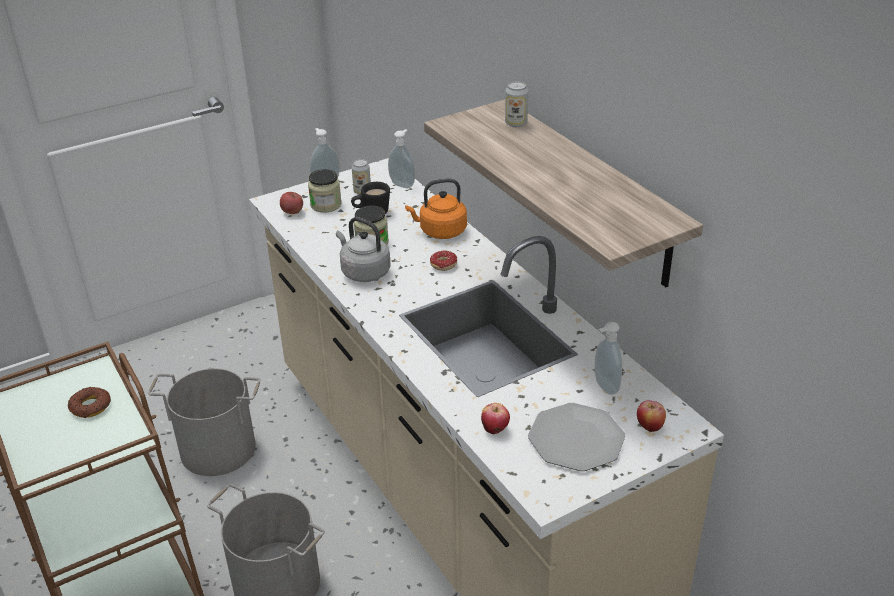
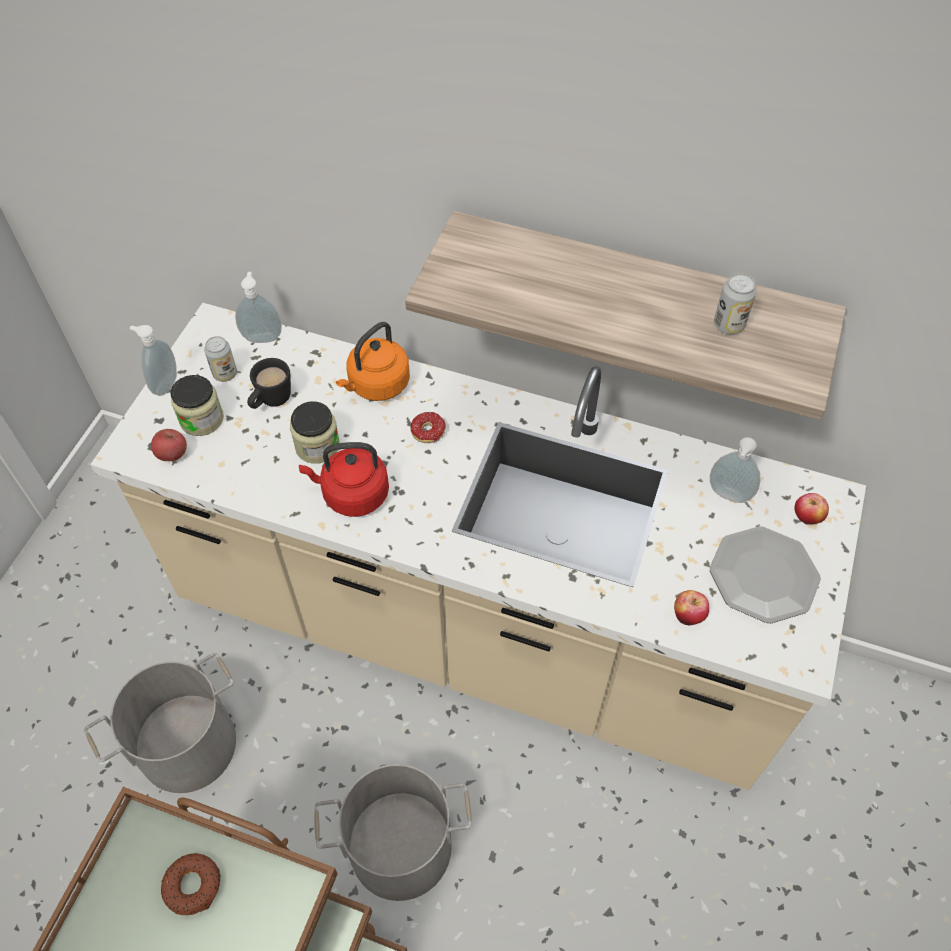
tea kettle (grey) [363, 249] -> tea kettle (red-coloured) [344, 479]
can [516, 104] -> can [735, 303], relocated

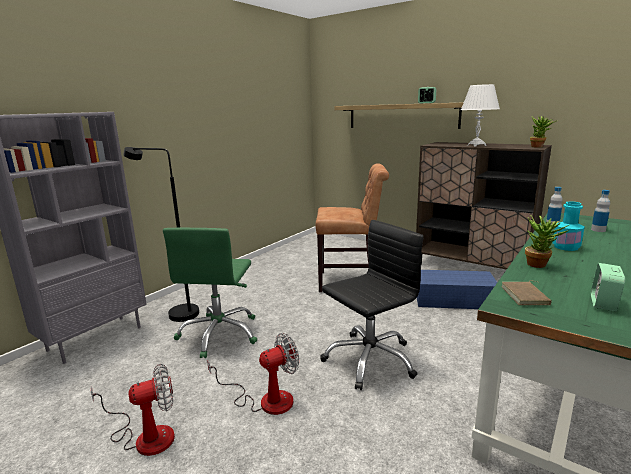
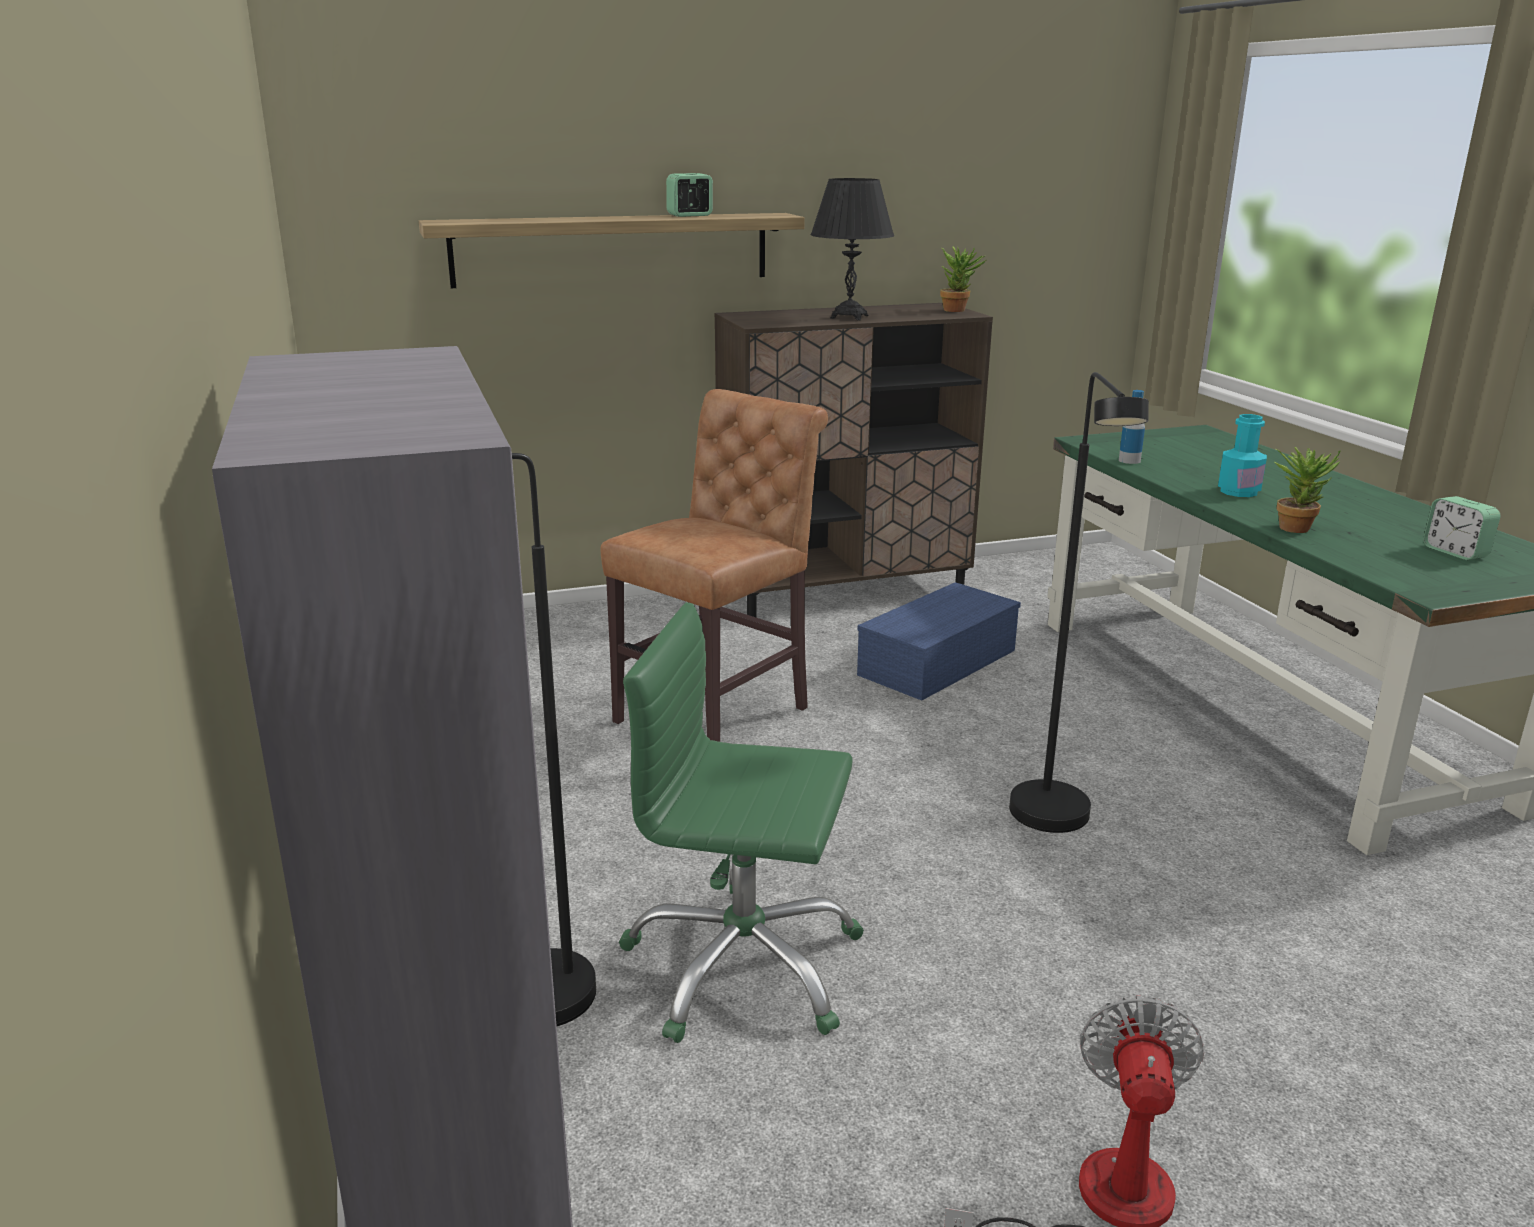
computer chair (greenish) [210, 293] -> computer chair (greenish) [741, 822], 150 degrees clockwise
lamp for a table (whitish) [480, 115] -> lamp for a table (black-coloured) [852, 249]
computer chair (black-coloured) [372, 305] -> standing lamp (black-coloured) [1079, 602]
cooling fan [253, 374] -> none
volume (brown) [526, 293] -> none
bottle [600, 211] -> none

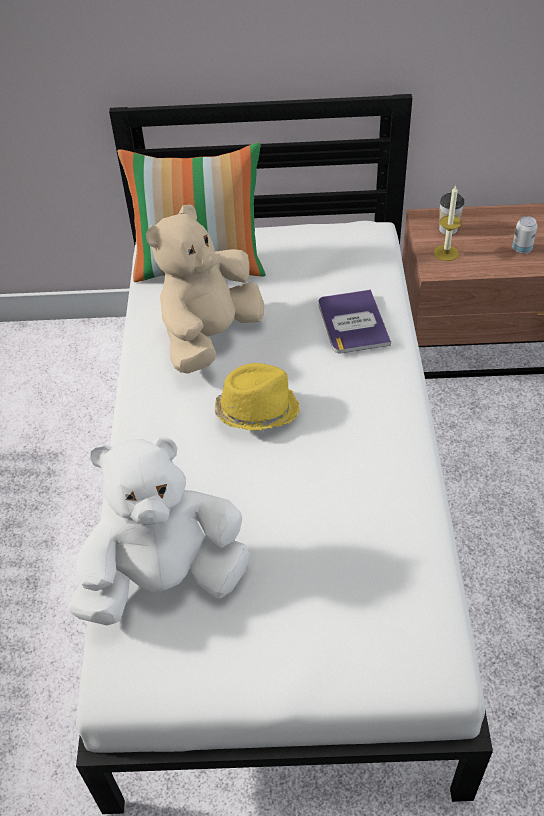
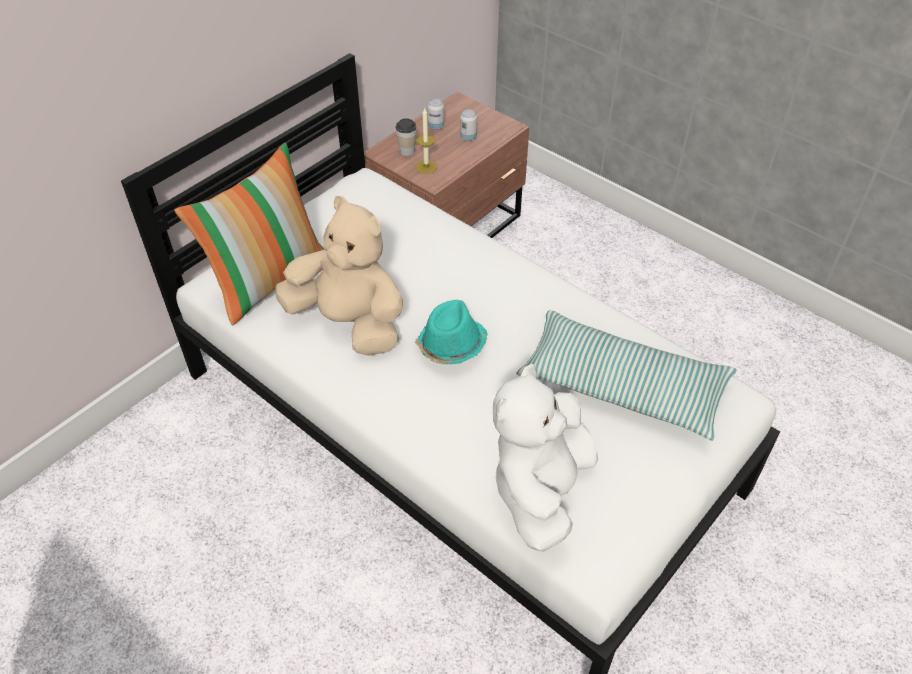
cuddly toy (beige-coloured) [205, 289] -> cuddly toy (beige-coloured) [339, 276], 135 degrees clockwise
hat (yellow-coloured) [257, 397] -> hat (turquoise-coloured) [451, 332]
none -> can [435, 114]
none -> throw pillow [626, 375]
volume [355, 321] -> none

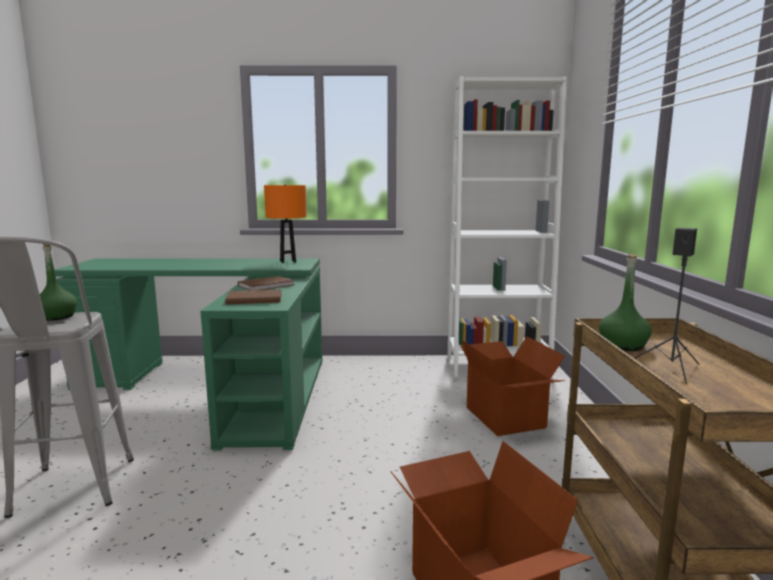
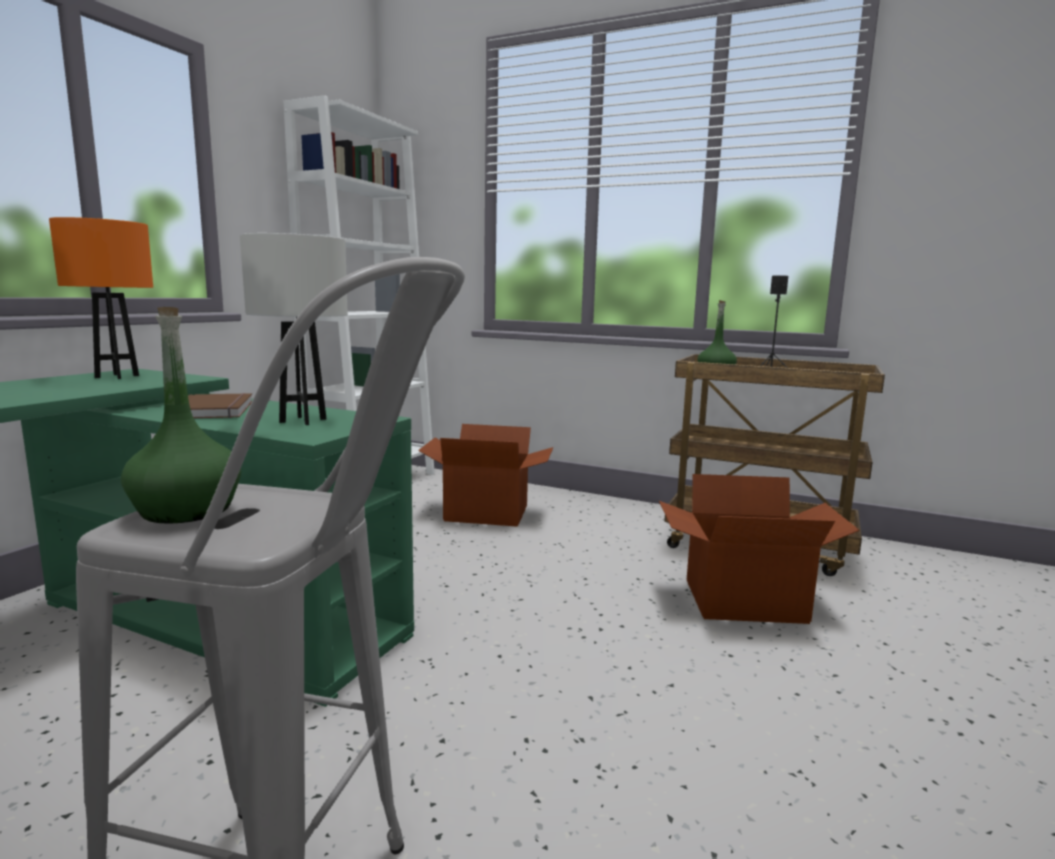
volume (brown) [253, 297] -> lamp for a table (whitish) [294, 329]

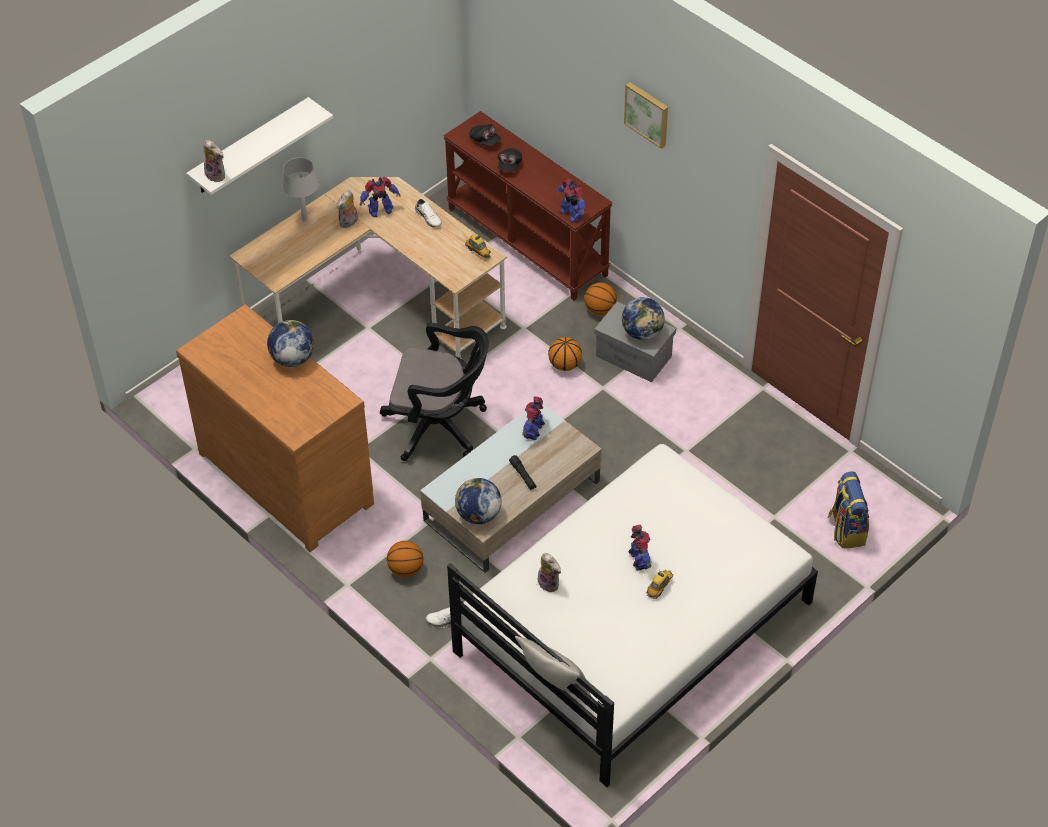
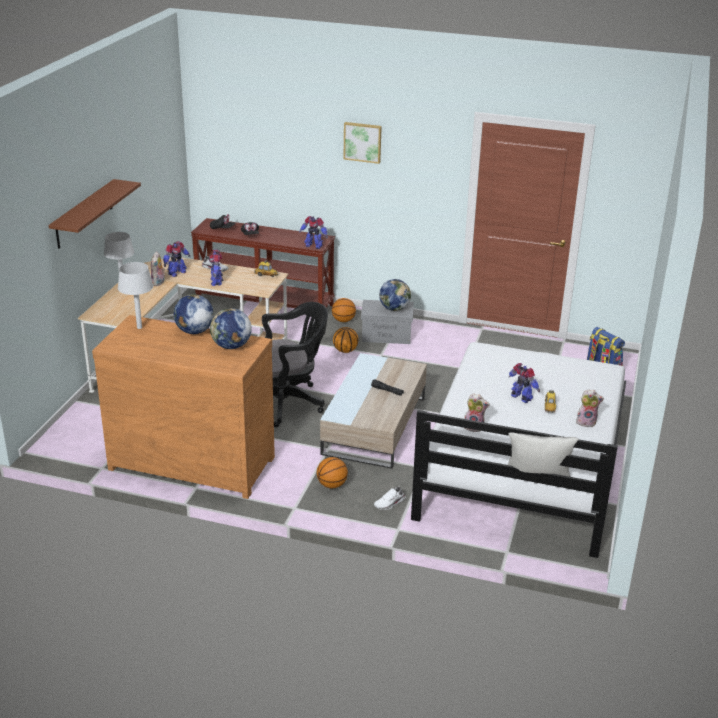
bracket shelf (whitish) [259, 146] -> bracket shelf (brown) [94, 214]
none -> lamp for a table (grey) [135, 295]
toy robot [533, 418] -> toy robot [216, 268], relocated
desk globe [478, 501] -> desk globe [231, 328], relocated
cuddly toy [214, 161] -> cuddly toy [590, 408], relocated

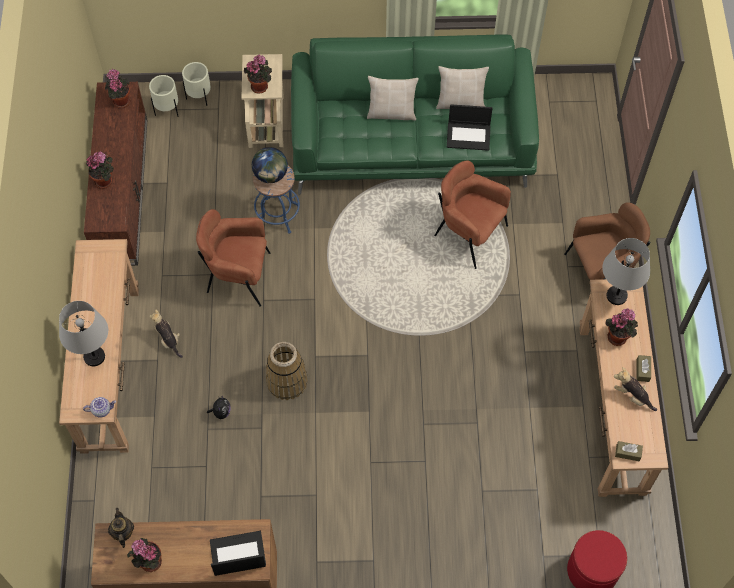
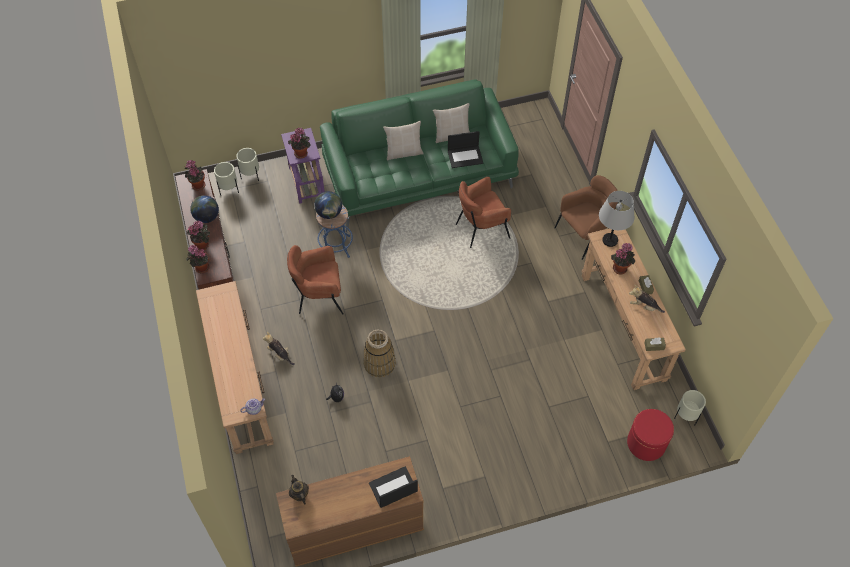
houseplant [144, 555] -> houseplant [198, 259], relocated
none -> desk globe [204, 209]
accent table (beige-coloured) [263, 101] -> accent table (purplish) [303, 166]
armchair (brown) [472, 215] -> armchair (brown) [483, 212], 45 degrees counterclockwise
none -> planter (beige-coloured) [690, 407]
lamp for a table (grey) [83, 333] -> none

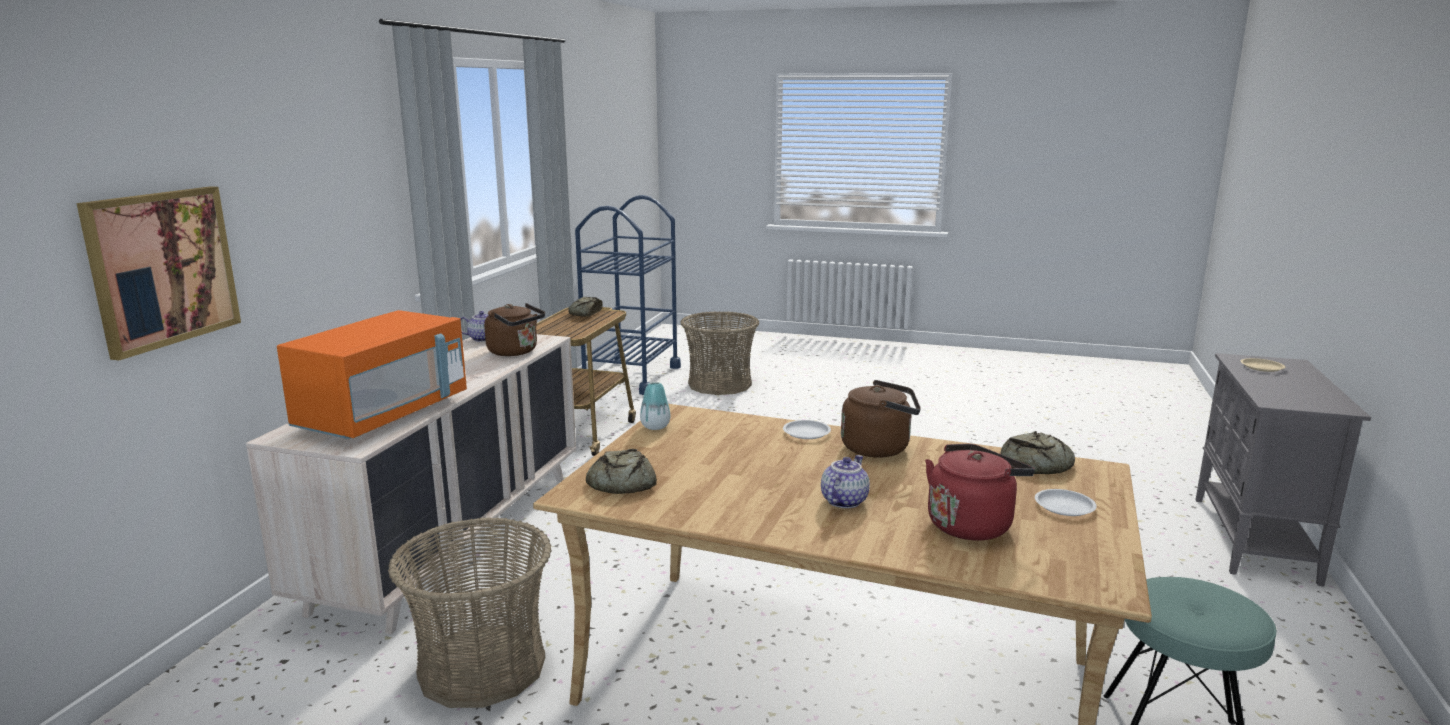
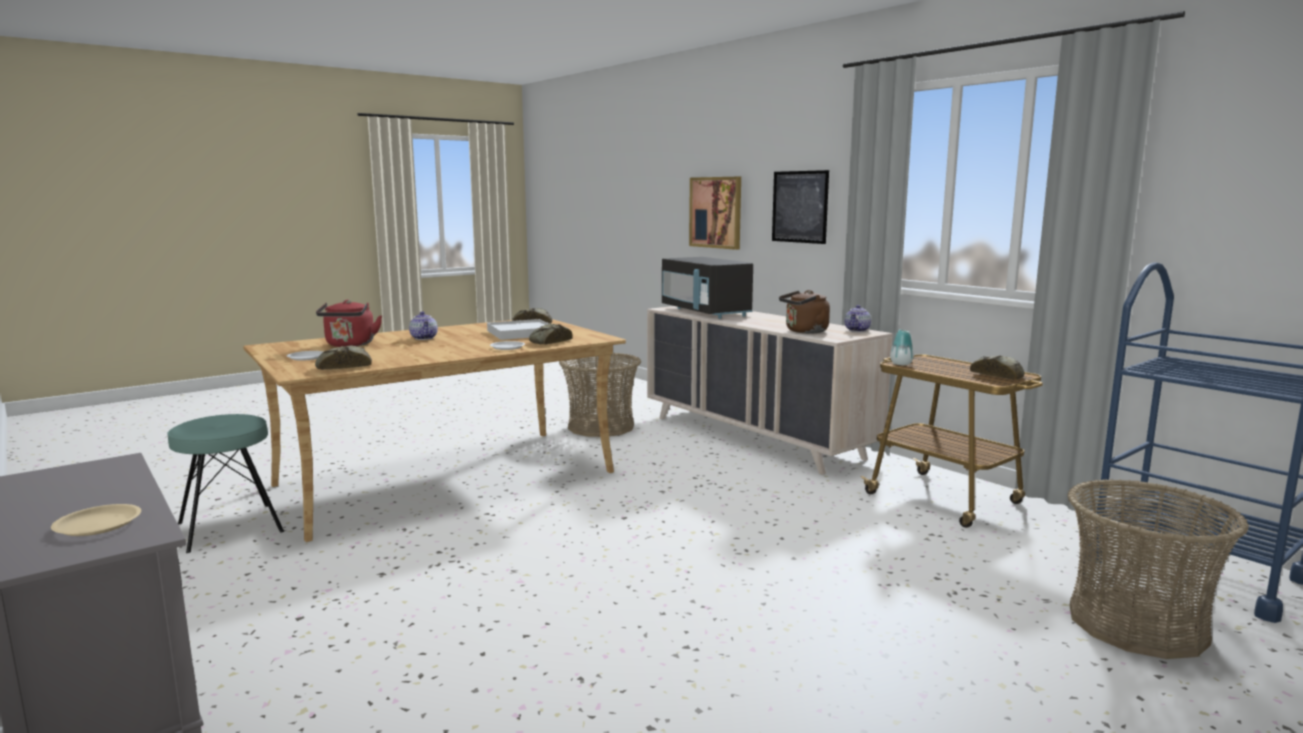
none -> carrying tray (whitish) [518, 329]
none -> baked bread [551, 334]
microwave (orange) [372, 374] -> microwave (black-coloured) [707, 288]
none -> picture [800, 207]
vase [655, 406] -> vase [902, 347], relocated
tea kettle (brown) [881, 419] -> none

